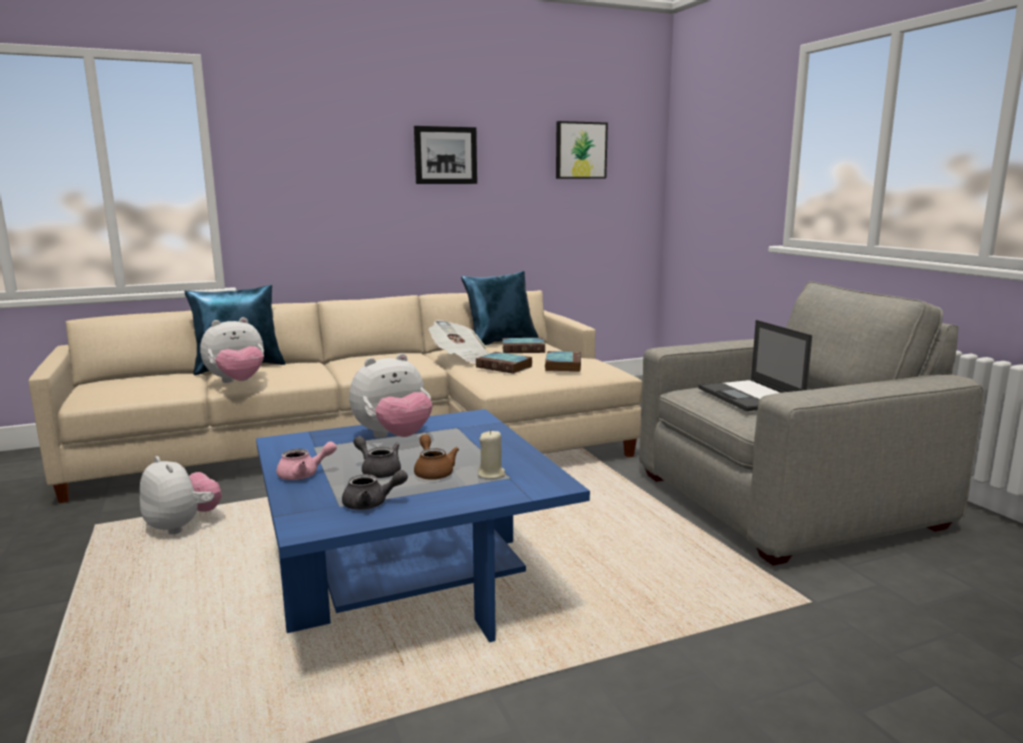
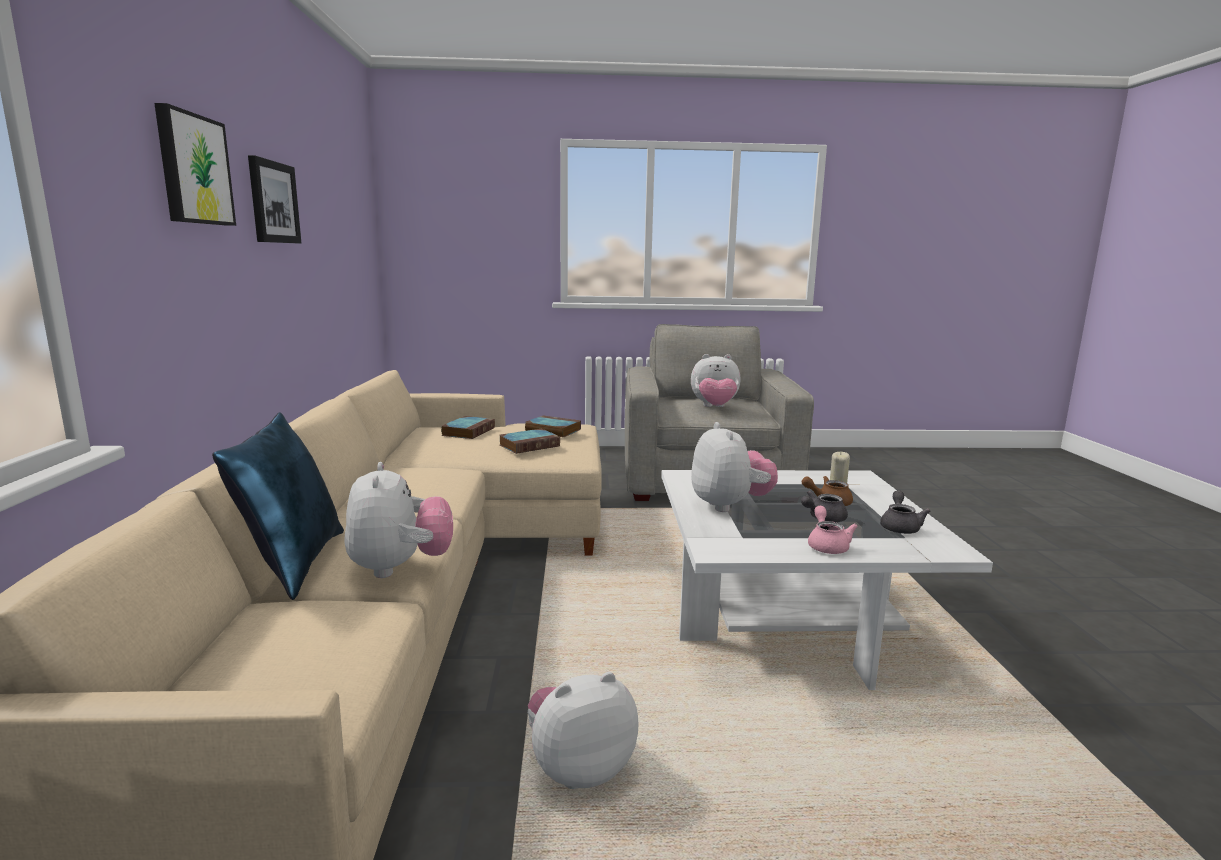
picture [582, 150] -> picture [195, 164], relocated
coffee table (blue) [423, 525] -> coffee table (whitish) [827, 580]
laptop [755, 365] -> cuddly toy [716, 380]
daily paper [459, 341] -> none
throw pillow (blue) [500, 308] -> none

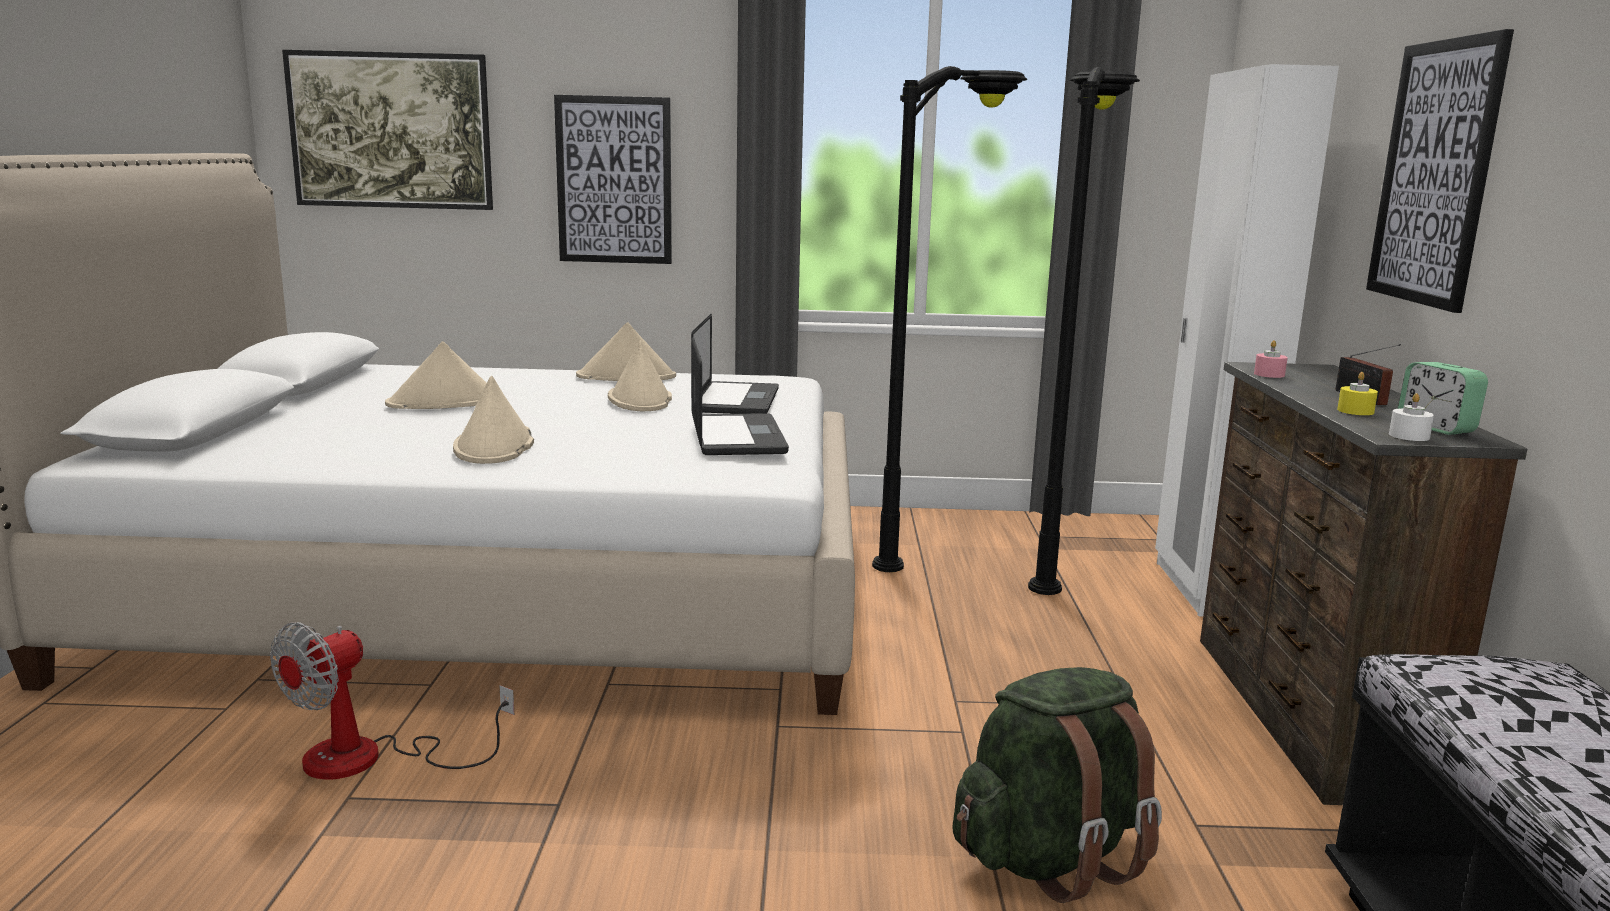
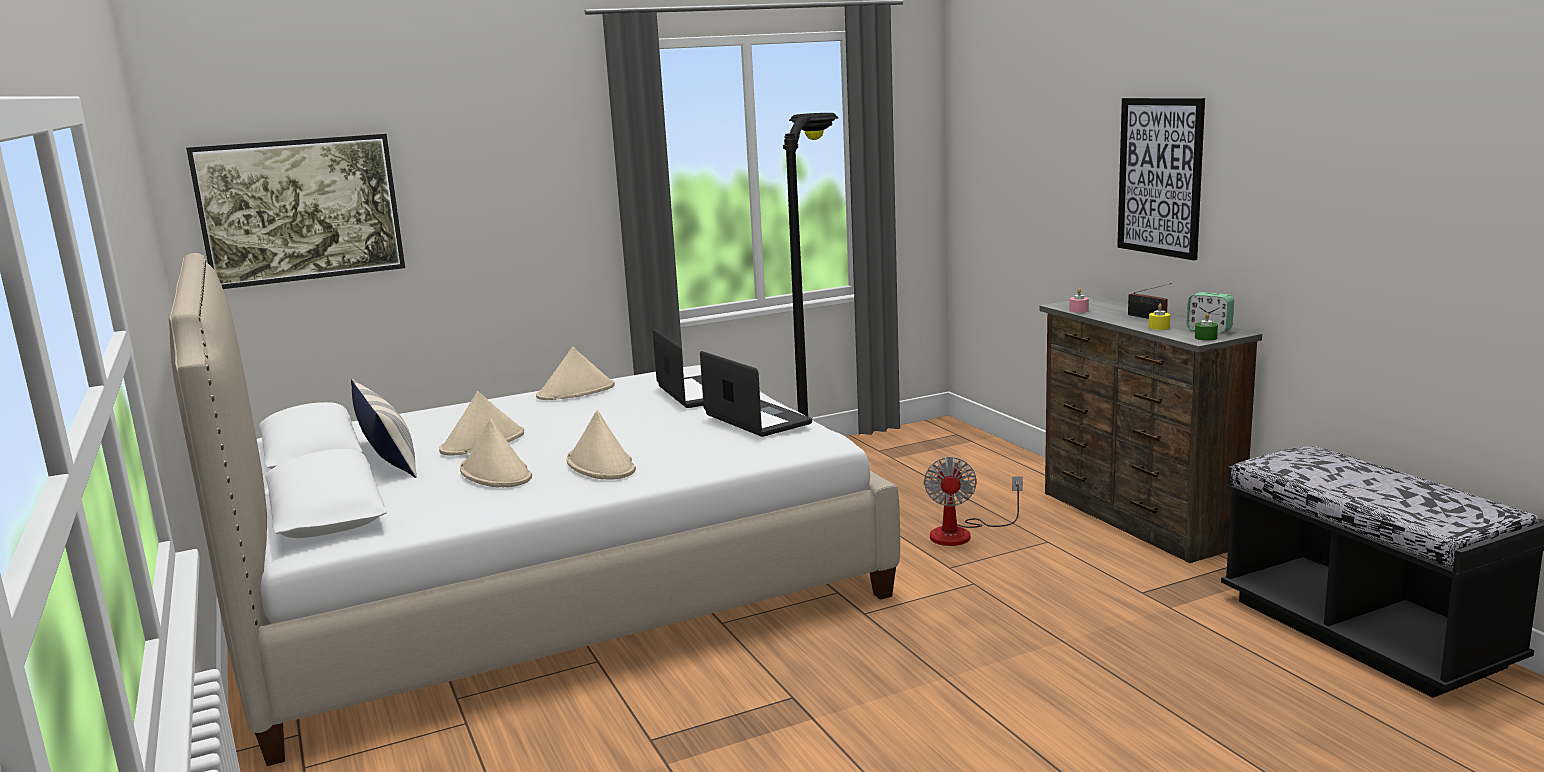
none -> throw pillow [384, 428]
hat (beige-coloured) [640, 375] -> hat (beige-coloured) [496, 452], relocated
cooling fan [392, 701] -> cooling fan [973, 501], relocated
wax light (whitish) [1411, 417] -> wax light (greenish) [1206, 327]
picture [613, 179] -> none
rucksack (greenish) [1057, 785] -> none
standing lamp (black-coloured) [1084, 331] -> none
wardrobe (whitish) [1247, 340] -> none

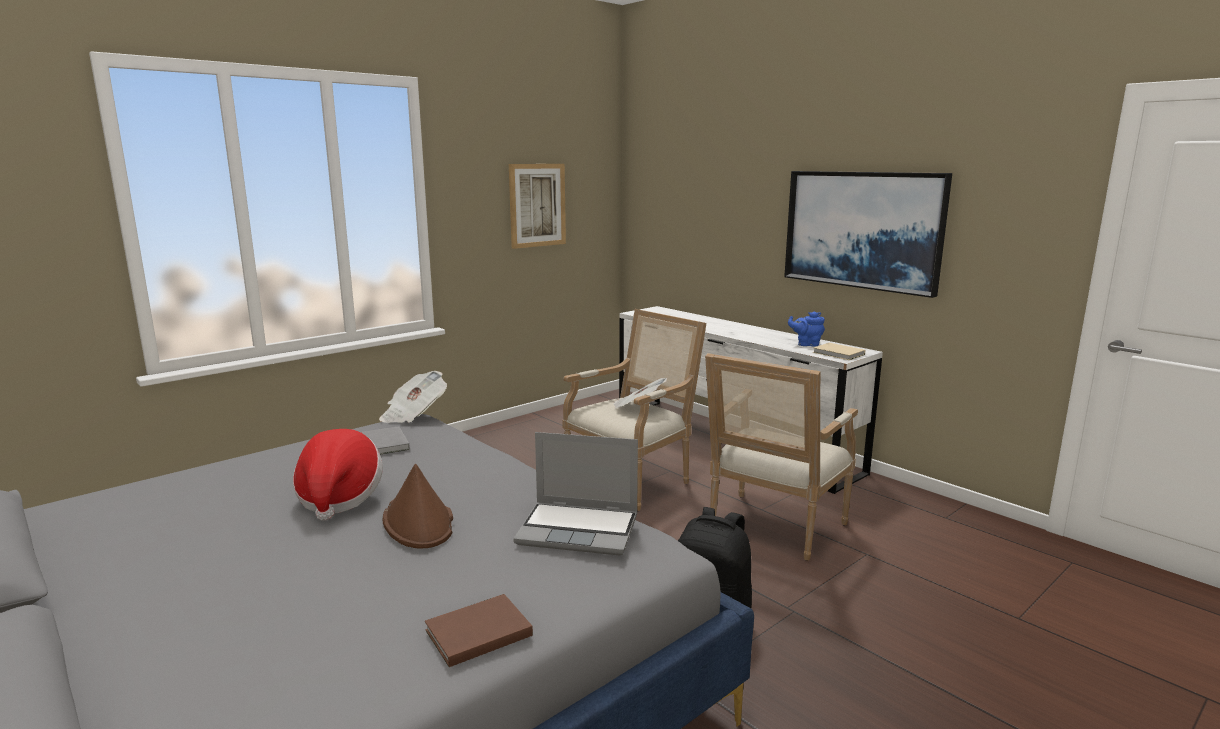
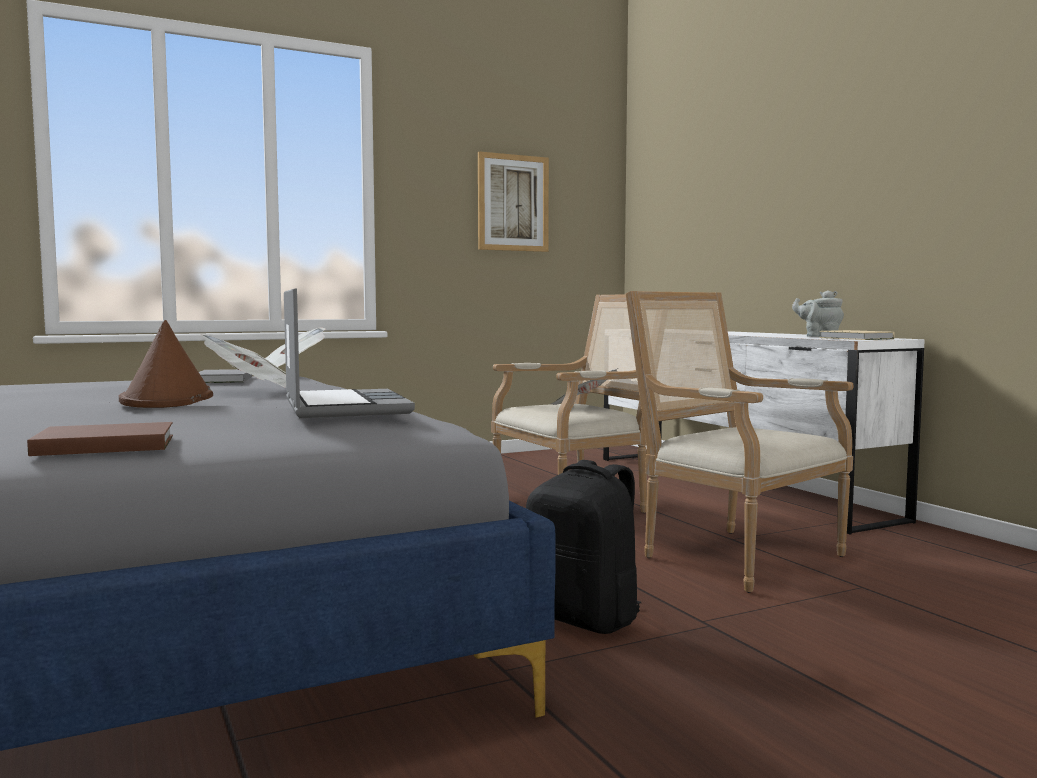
none -> daily paper [251, 362]
laptop [575, 494] -> laptop [349, 353], 135 degrees counterclockwise
armchair [781, 457] -> armchair [740, 442], 90 degrees clockwise
teapot (blue) [806, 329] -> teapot (grey) [818, 313]
hat [338, 475] -> none
picture [868, 234] -> none

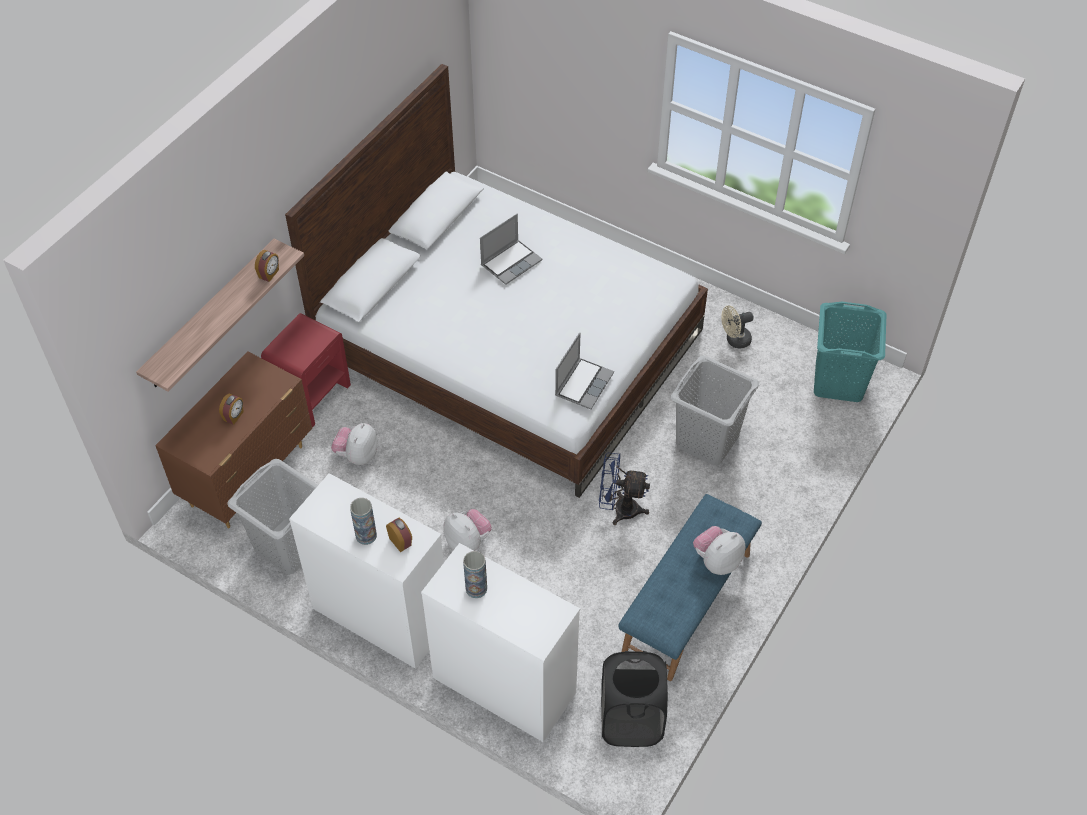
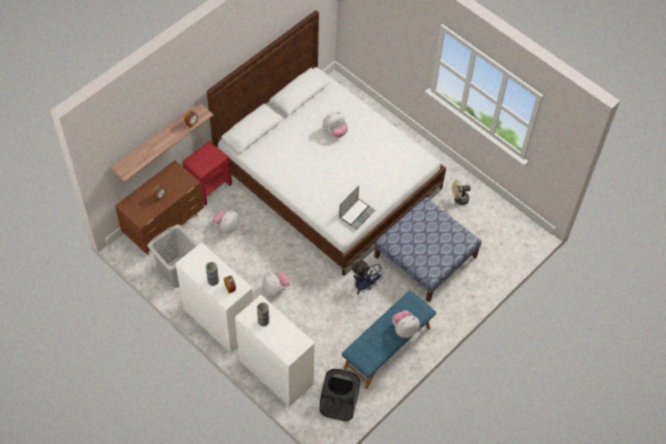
laptop [511, 249] -> cuddly toy [335, 124]
cooling fan (blue) [624, 488] -> cooling fan (blue) [368, 277], 150 degrees counterclockwise
washing basket (grey) [715, 410] -> footrest [428, 249]
washing basket (turquoise-coloured) [850, 352] -> none

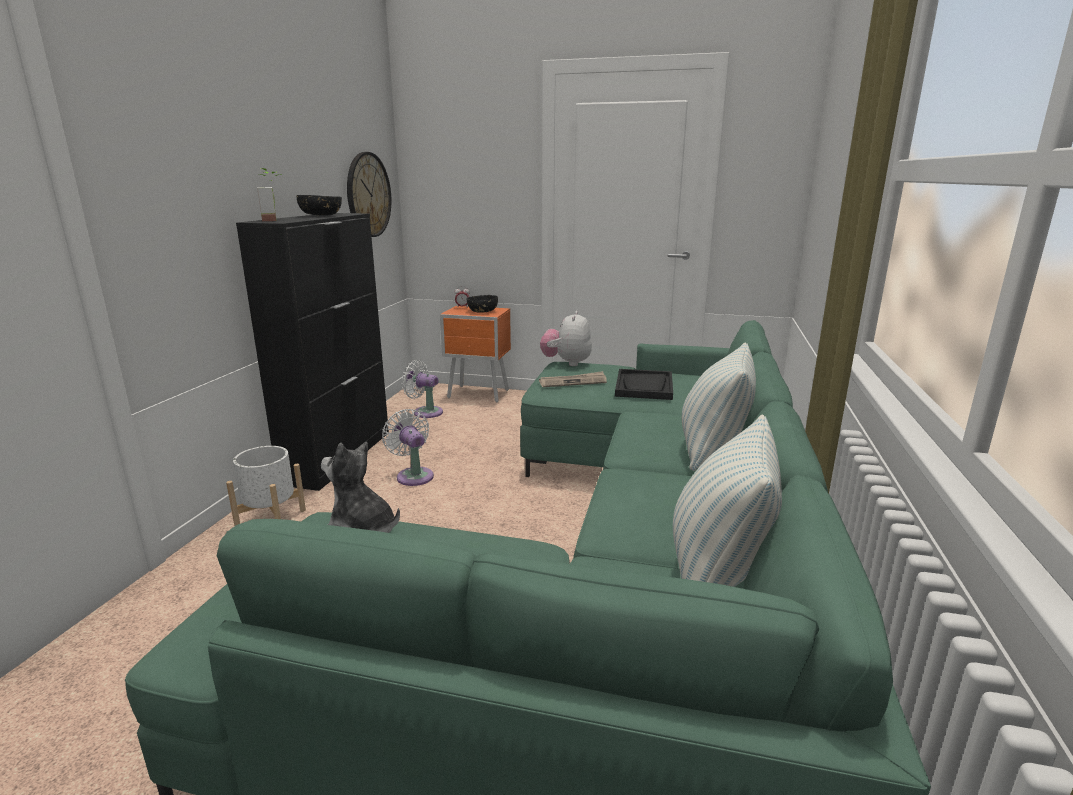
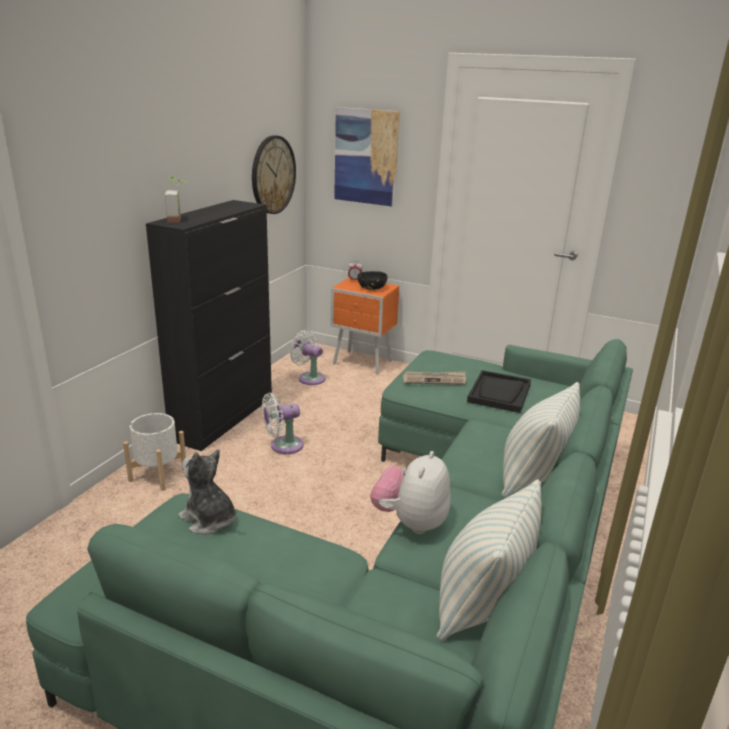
cooling fan (whitish) [408, 447] -> cooling fan (whitish) [282, 423], 90 degrees counterclockwise
none -> picture [367, 157]
cuddly toy [566, 338] -> cuddly toy [410, 492], relocated
serving bowl (black-coloured) [319, 205] -> none

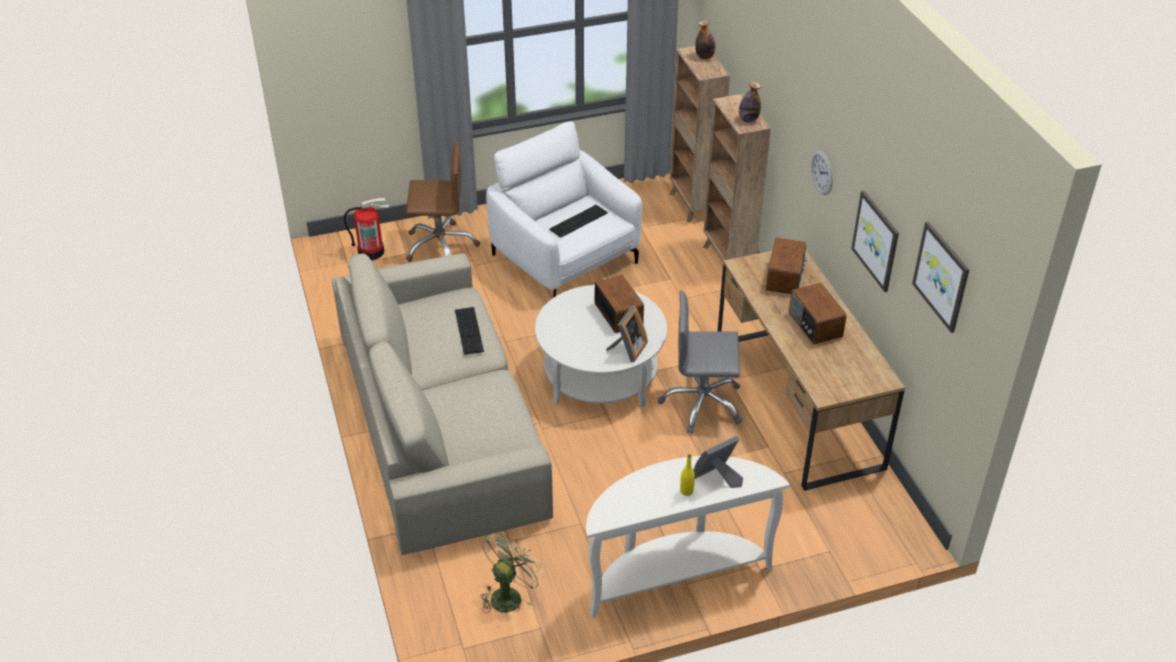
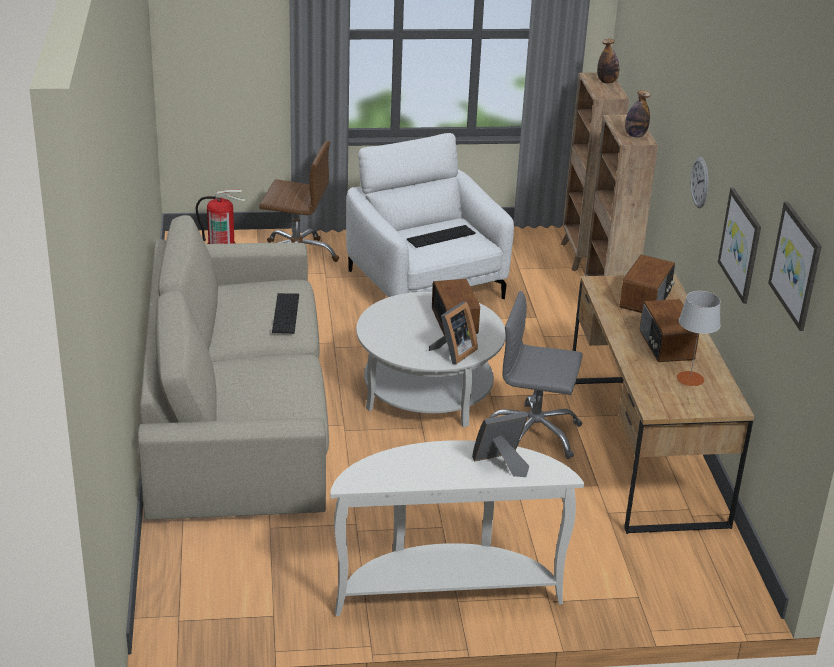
none -> lamp for a table (grey) [699, 338]
cooling fan (greenish) [513, 572] -> none
bottle (yellow-coloured) [687, 475] -> none

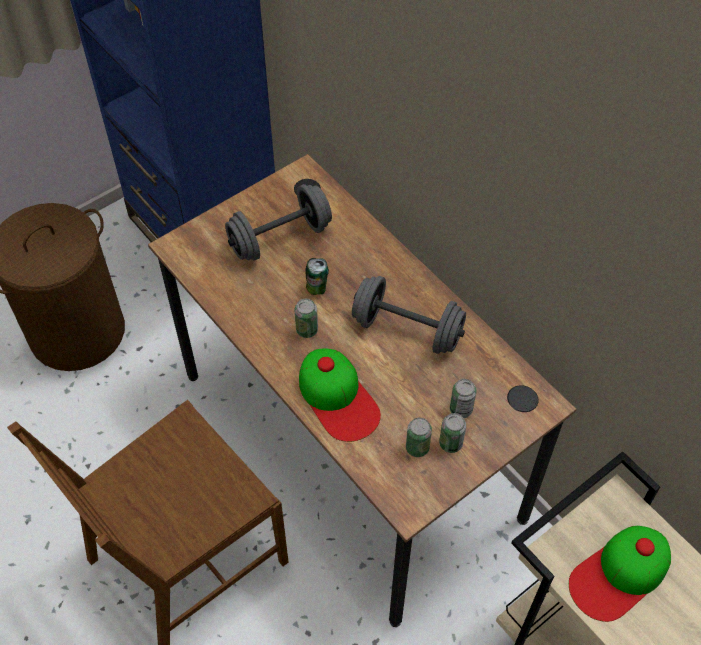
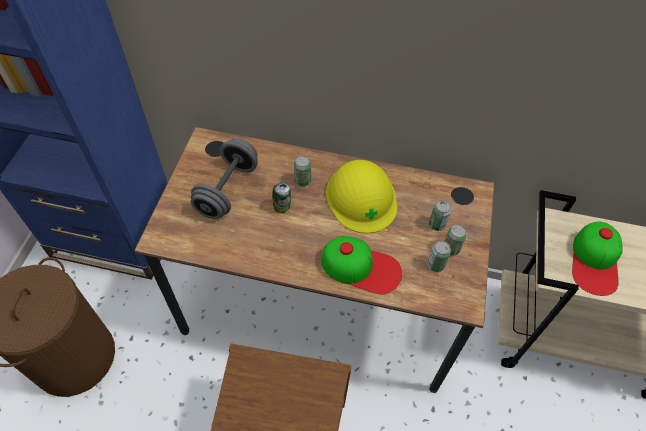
can [306, 318] -> can [302, 171], relocated
hand weight (grey) [409, 315] -> work helmet (yellow-coloured) [361, 196]

